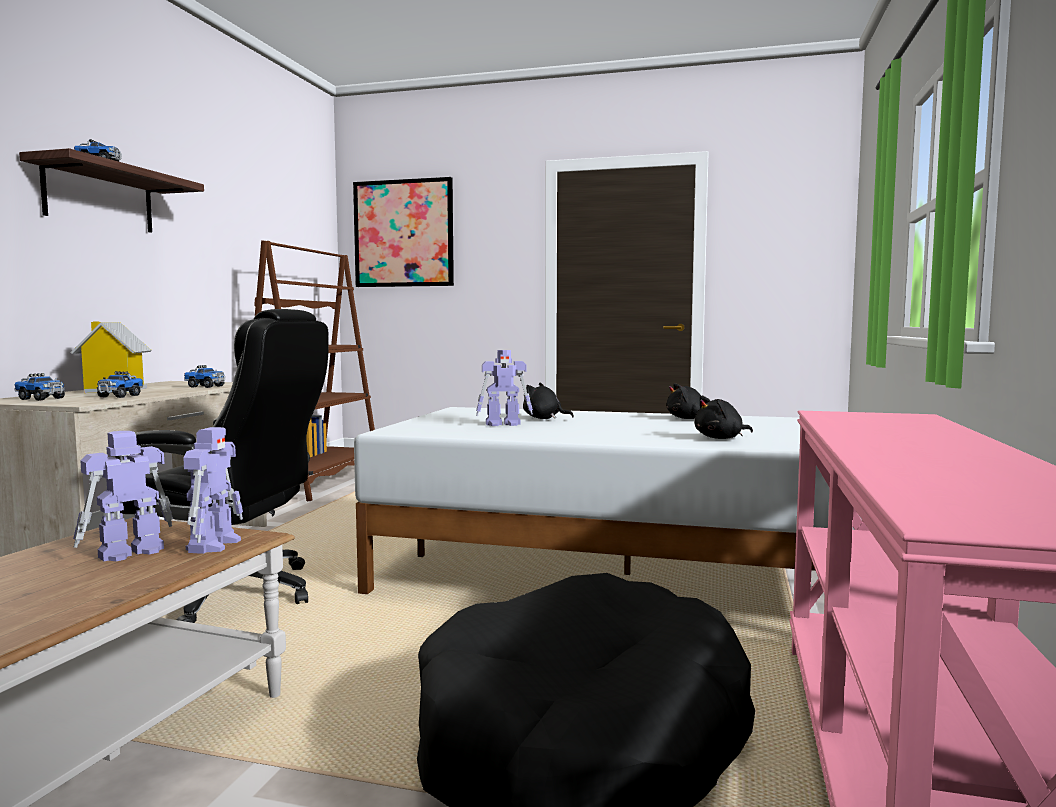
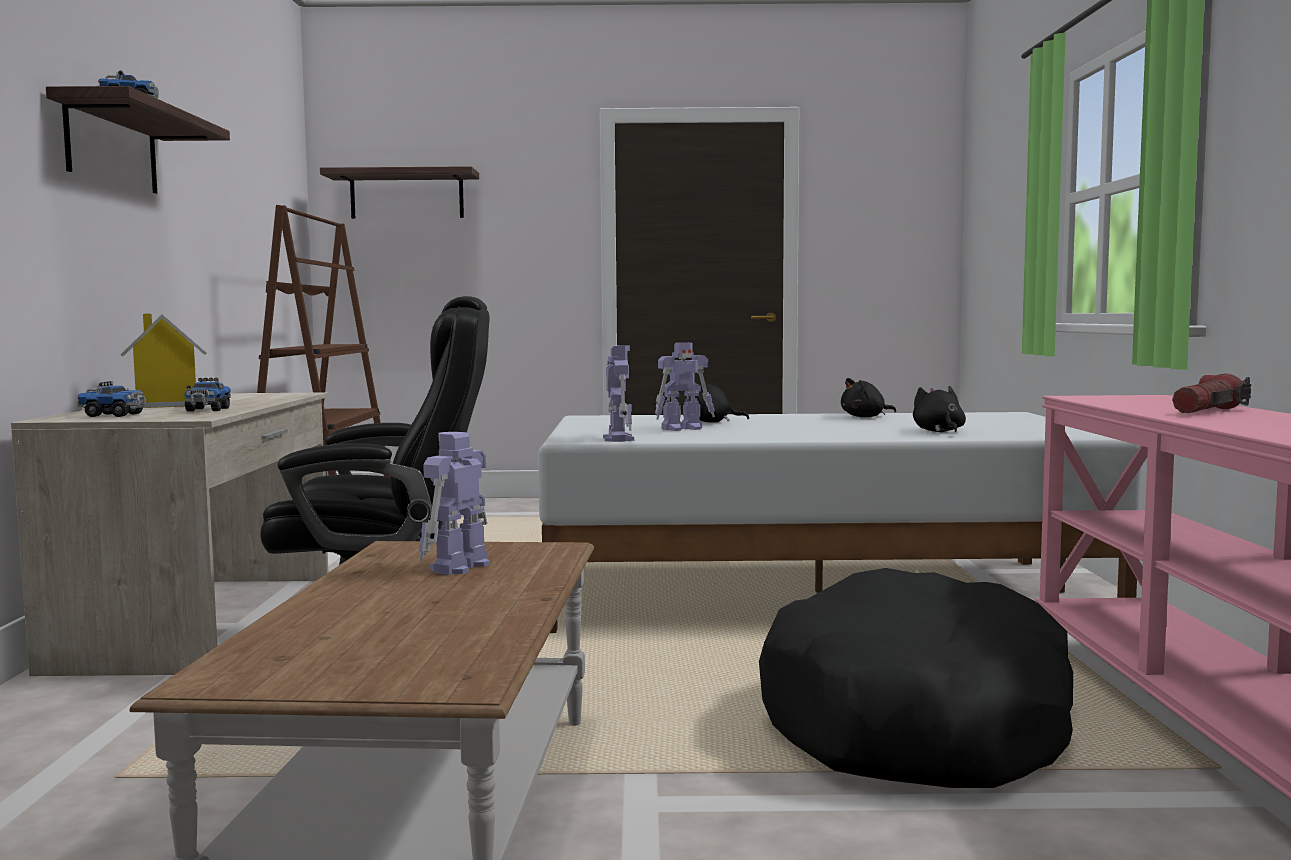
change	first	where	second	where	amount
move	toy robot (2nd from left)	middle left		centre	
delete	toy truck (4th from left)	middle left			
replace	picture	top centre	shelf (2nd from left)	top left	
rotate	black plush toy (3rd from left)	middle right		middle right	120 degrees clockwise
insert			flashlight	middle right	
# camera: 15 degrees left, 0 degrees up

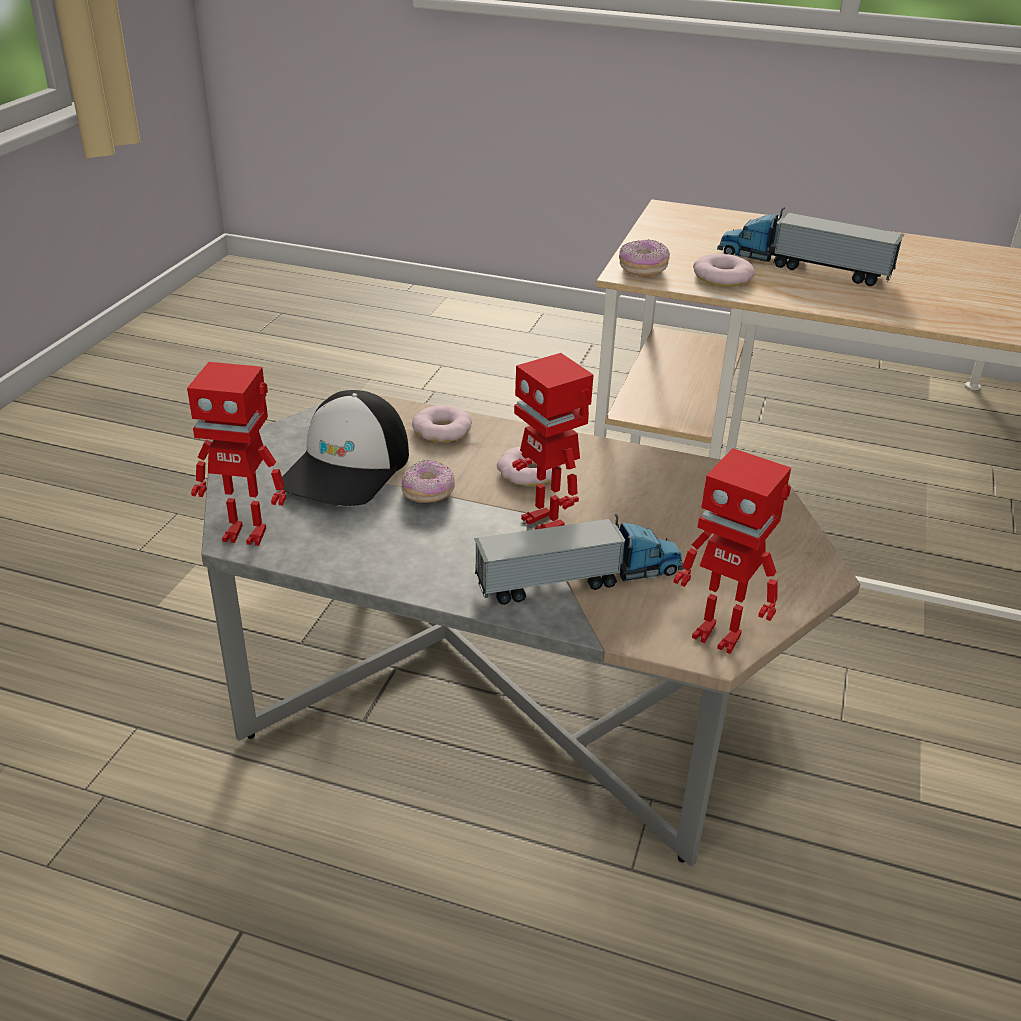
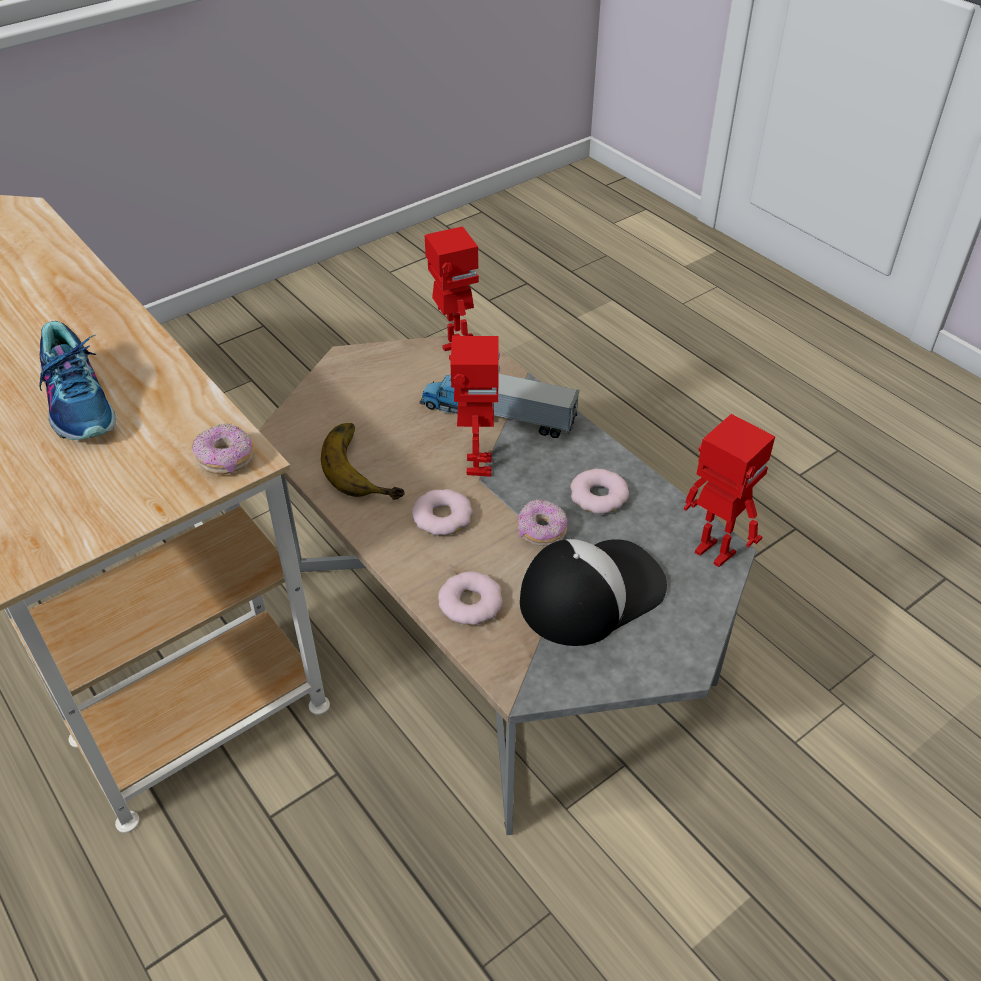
change	first	where	second	where	amount
move	donut (5th from left)	top right		centre	
replace	toy truck (2nd from left)	top right	shoe	middle left	
insert			banana	centre	
# camera: 145 degrees left, 10 degrees up

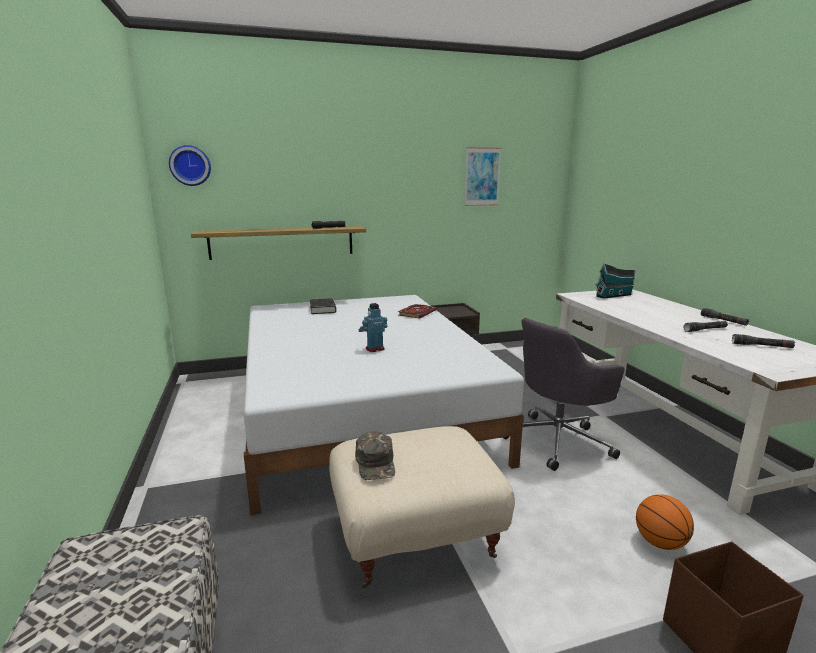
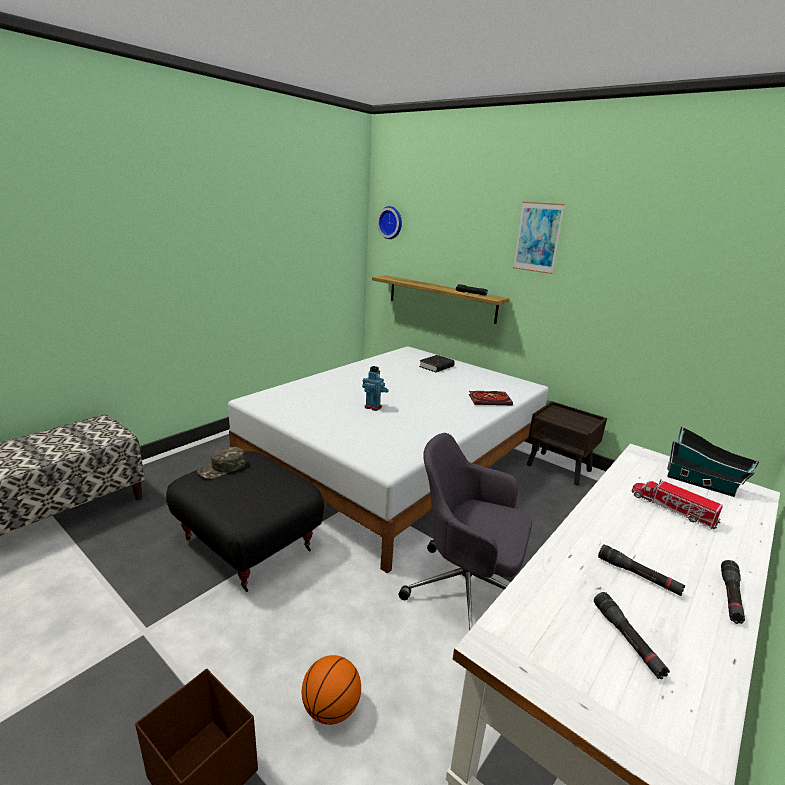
change	first	where	second	where	amount
recolor	beige ottoman	bottom centre	black ottoman	middle left	
move	picture	top centre		top right	
insert			toy truck	middle right	
# camera: 55 degrees right, 5 degrees up

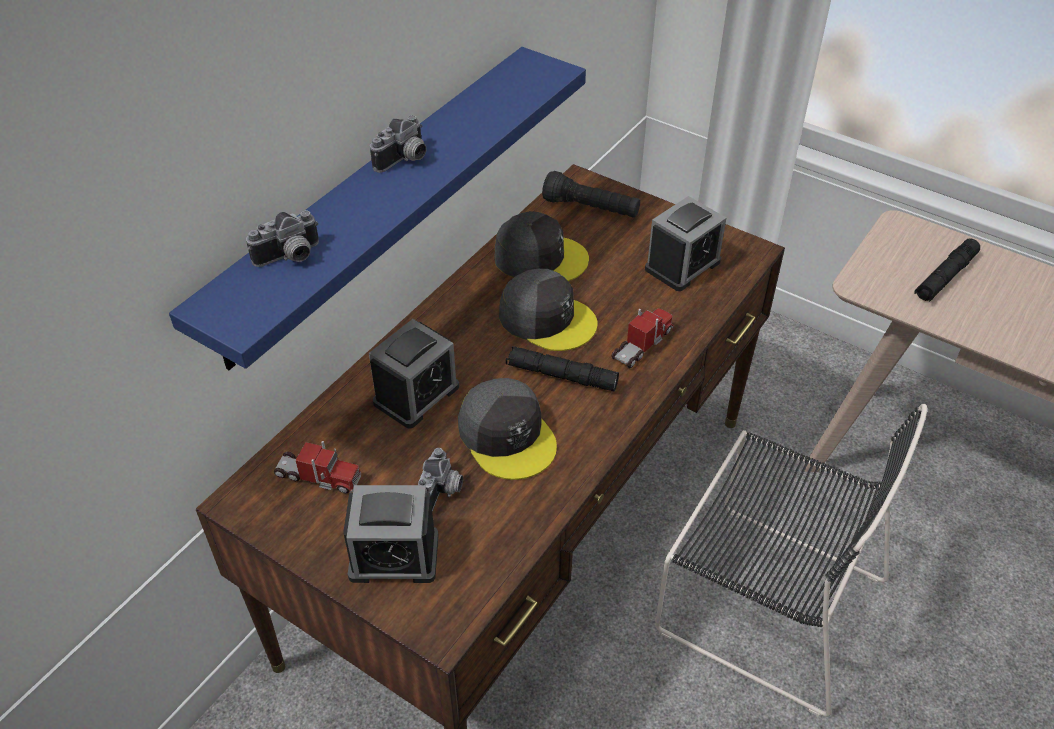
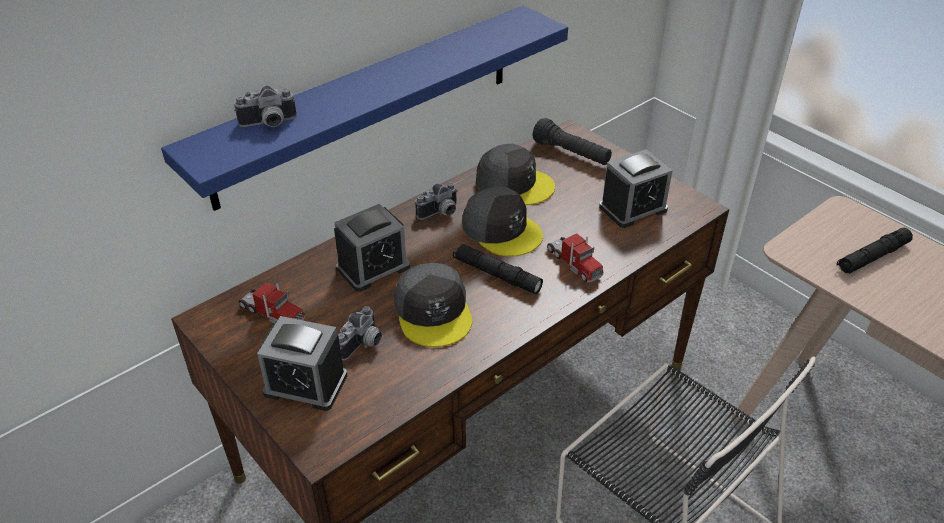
change	first	where	second	where	amount
move	photo camera (2nd from left in the first image)	top centre	photo camera (3rd from left)	centre	
rotate	toy truck (2nd from left)	centre		centre	90 degrees clockwise
# camera: 15 degrees right, 5 degrees down

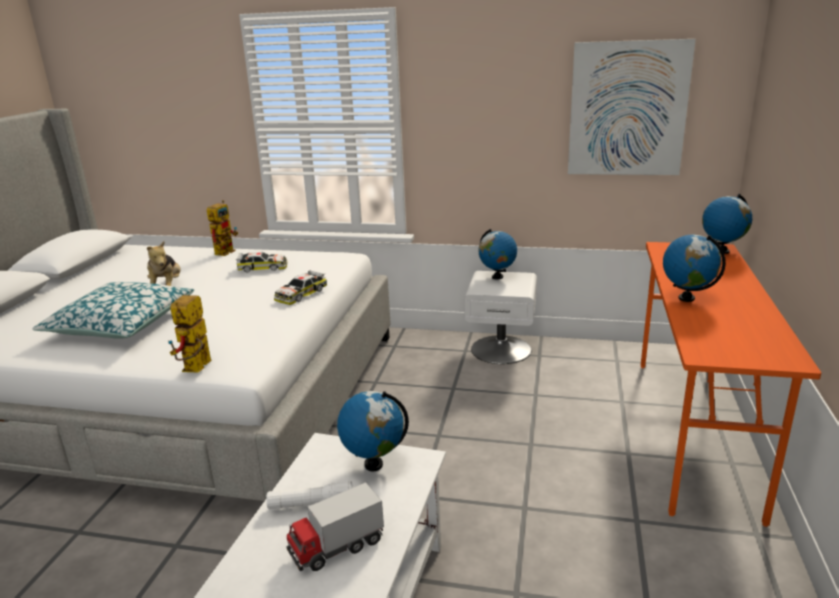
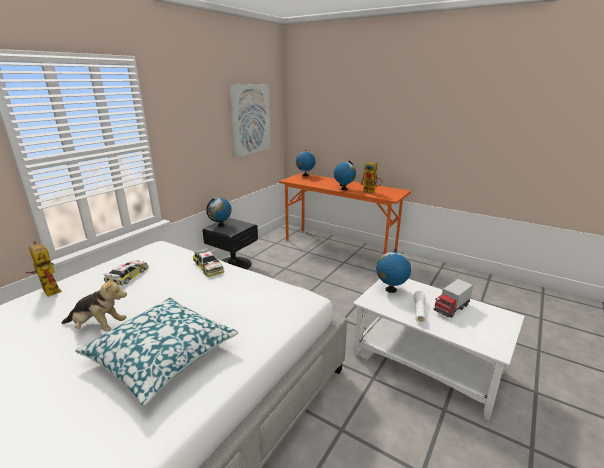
change	first	where	second	where	amount
move	toy robot (1st from left in the first image)	middle left	toy robot (2nd from left)	centre	
rotate	toy truck	bottom centre		middle right	60 degrees clockwise
recolor	white nightstand	centre	black nightstand	centre	
# camera: 70 degrees left, 0 degrees up

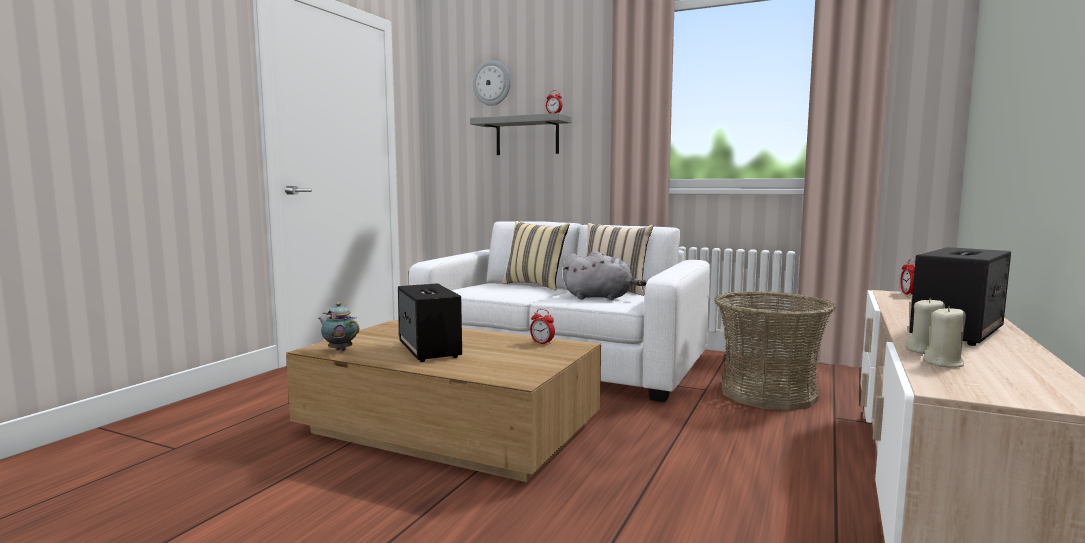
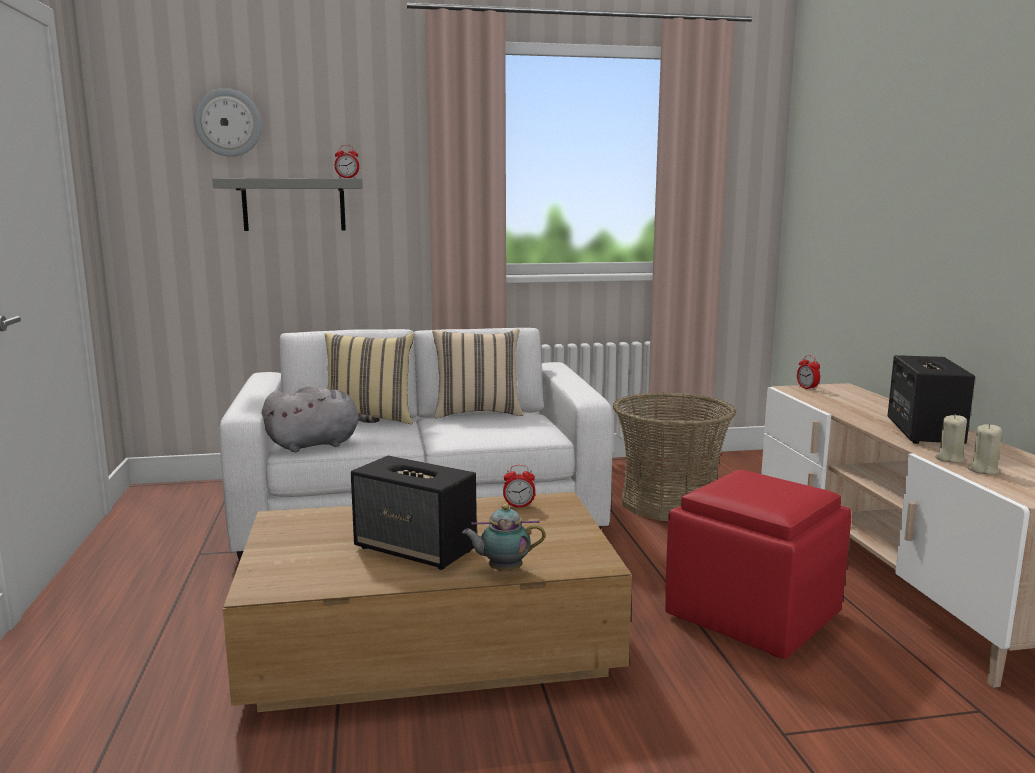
change	first	where	second	where	amount
move	teapot	middle left		bottom centre	
move	grey plush toy	centre		middle left	
insert			red ottoman	bottom right	
# camera: 35 degrees left, 5 degrees up

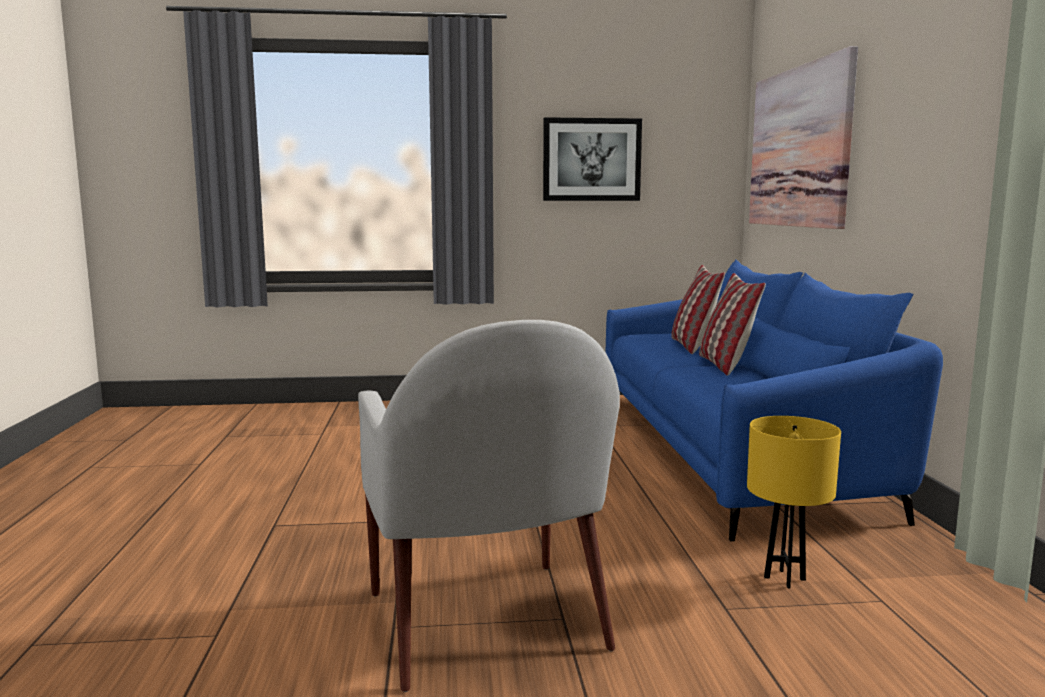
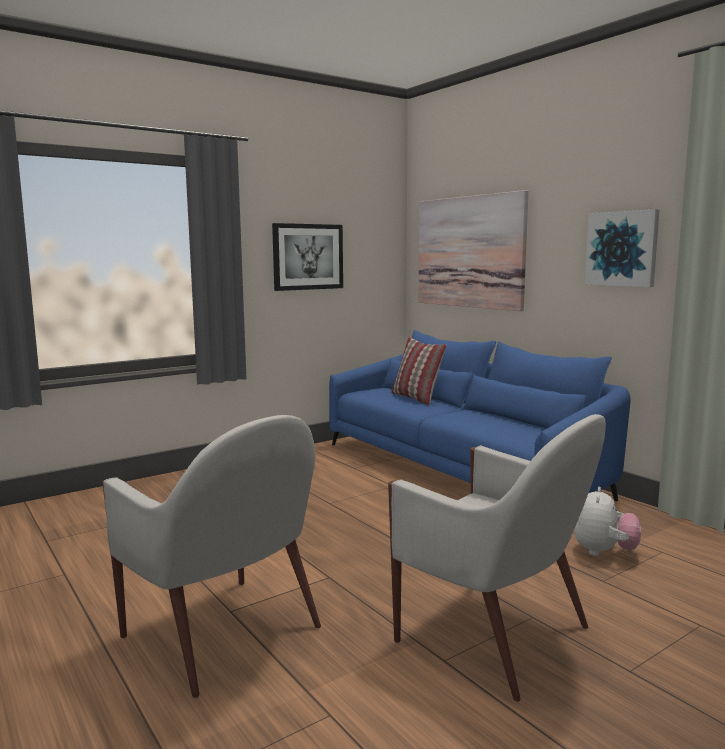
change	first	where	second	where	amount
delete	pillow (2nd from left)	middle right			
replace	yellow table lamp	bottom right	plush toy	bottom right	
insert			white armchair (1st from left)	bottom left	
insert			picture (3rd from left)	top right	
# camera: 30 degrees left, 0 degrees up

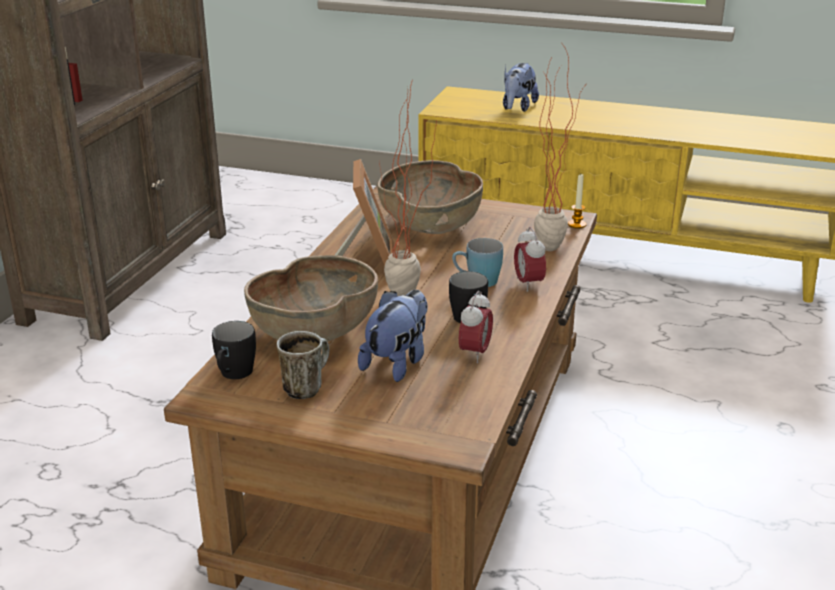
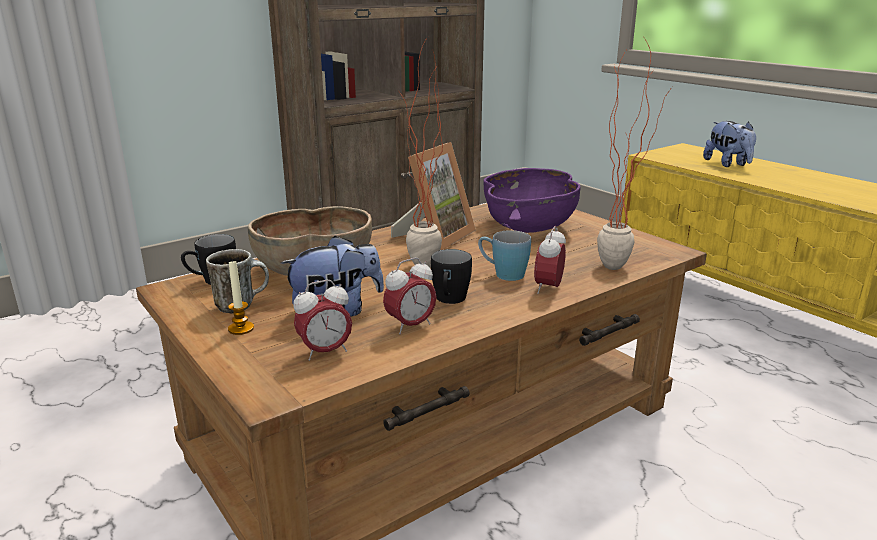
change	first	where	second	where	amount
recolor	brown bowl (2nd from left)	centre	purple bowl	centre	
rotate	plush toy (2nd from left)	top centre		top right	75 degrees counterclockwise
move	candle	middle right		middle left	
insert			alarm clock (1st from left)	centre	
# camera: 35 degrees right, 5 degrees down

